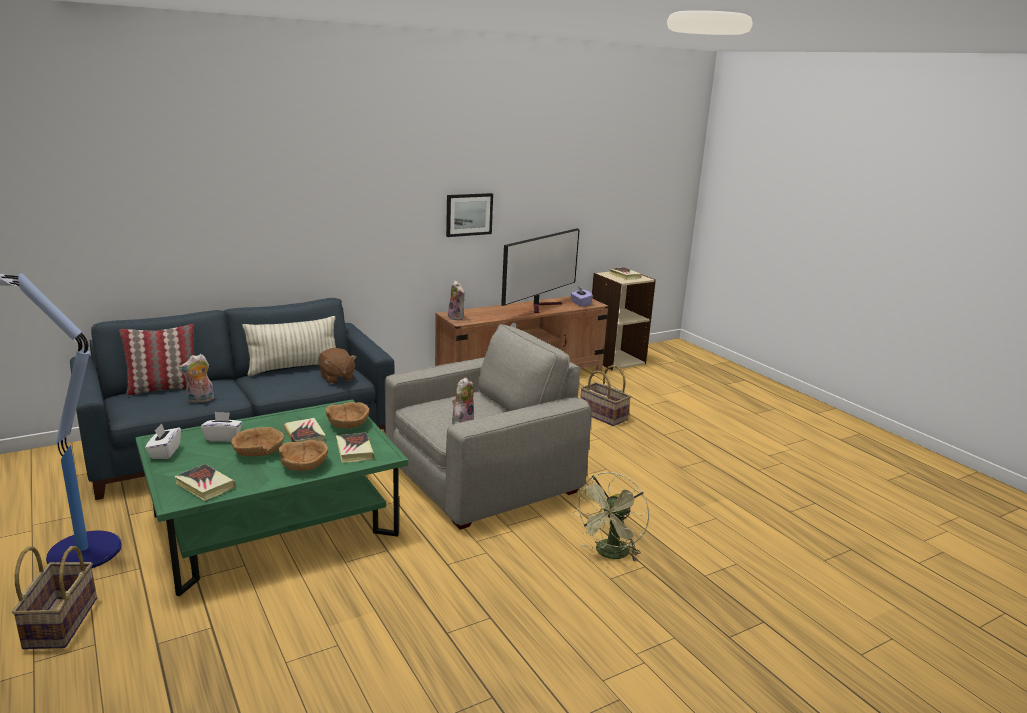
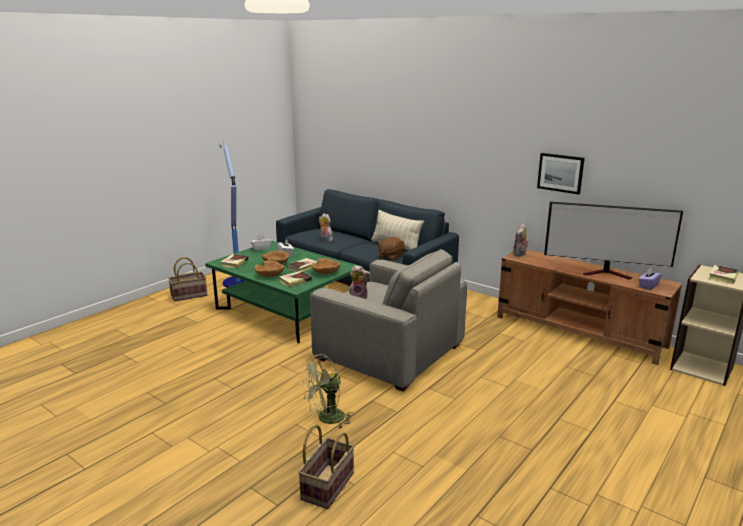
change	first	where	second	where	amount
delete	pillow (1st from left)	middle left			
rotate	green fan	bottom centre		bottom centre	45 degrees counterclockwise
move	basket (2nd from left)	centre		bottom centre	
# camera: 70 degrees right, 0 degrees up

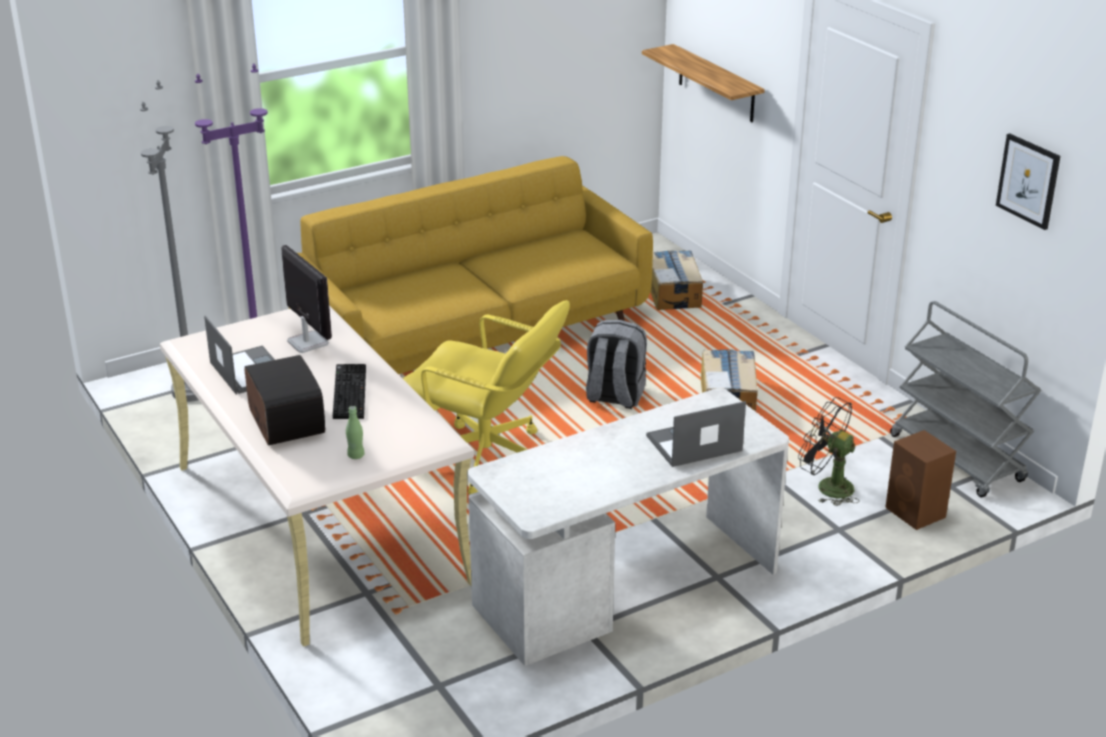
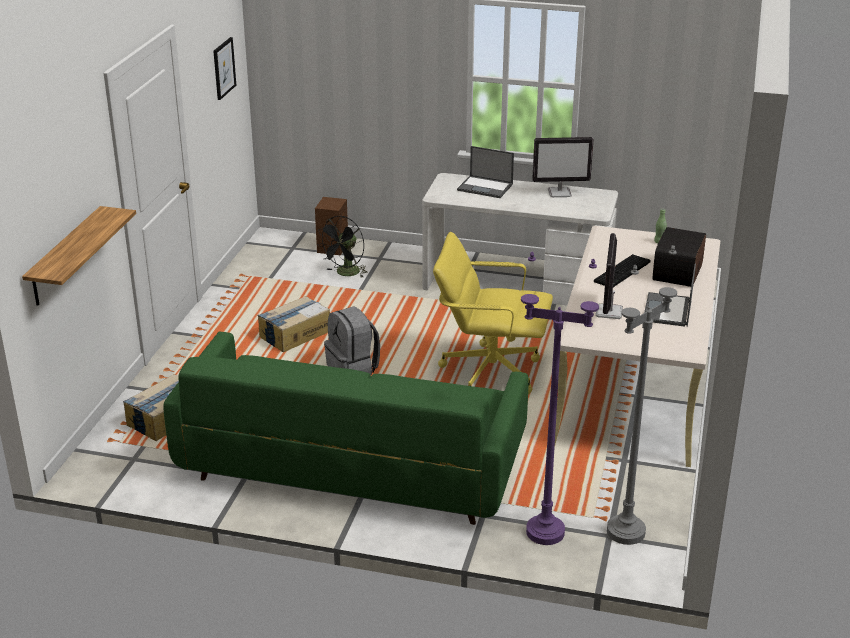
change	first	where	second	where	amount
recolor	yellow sofa	centre	green sofa	bottom centre	
rotate	yellow office chair	centre		centre	60 degrees counterclockwise
rotate	black fan	middle right		centre	45 degrees clockwise
delete	grey cart	middle right			
insert			monitor (1st from left)	top centre	
# camera: 135 degrees left, 0 degrees up

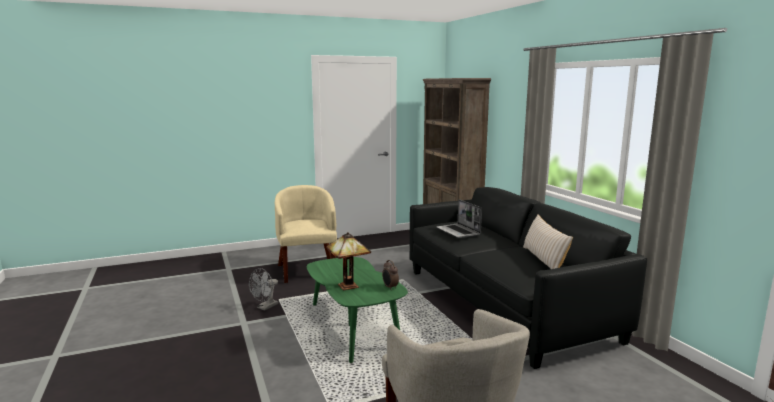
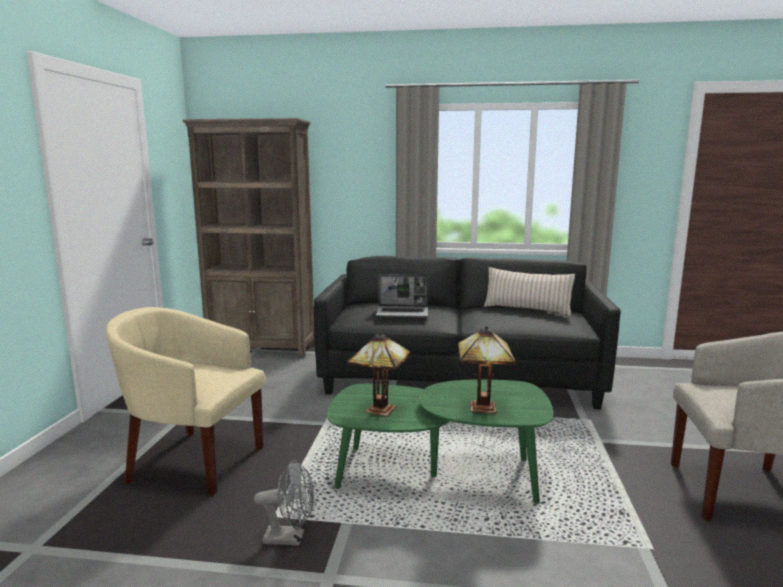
change	first	where	second	where	amount
rotate	grey fan	bottom centre		bottom centre	60 degrees counterclockwise
delete	alarm clock	bottom centre			
insert			table lamp (1st from left)	centre	
# camera: 60 degrees left, 0 degrees up

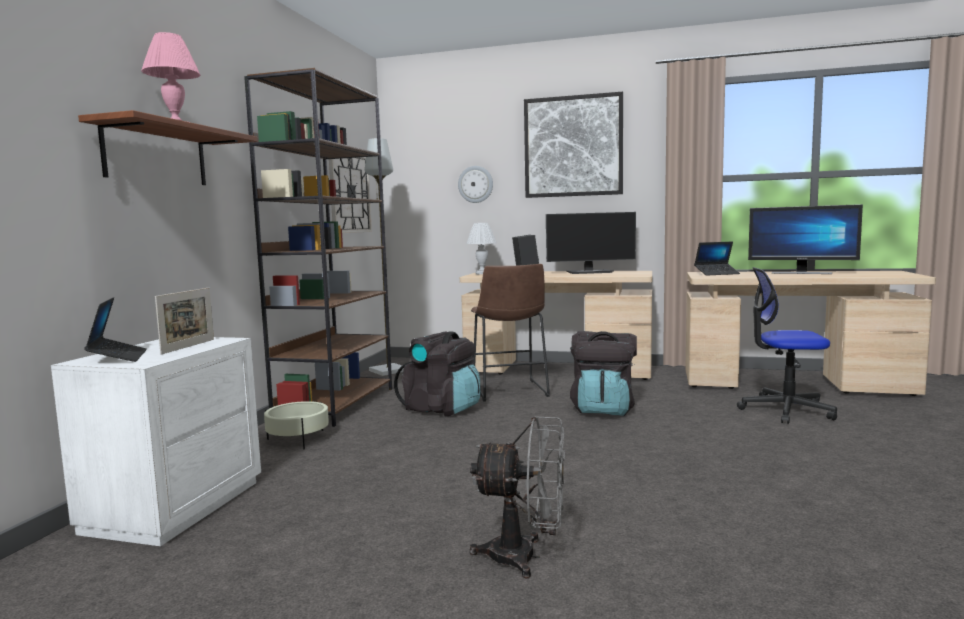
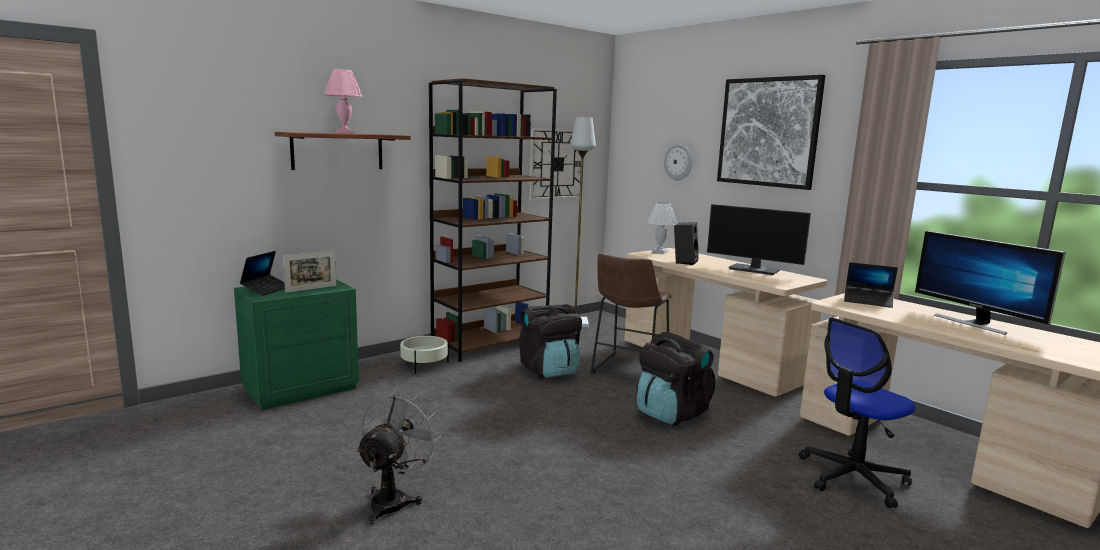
change	first	where	second	where	amount
recolor	white nightstand	bottom left	green nightstand	middle left	
rotate	grey fan	bottom centre		bottom centre	120 degrees counterclockwise
rotate	office chair	middle right		bottom right	75 degrees counterclockwise
# camera: 35 degrees right, 5 degrees up

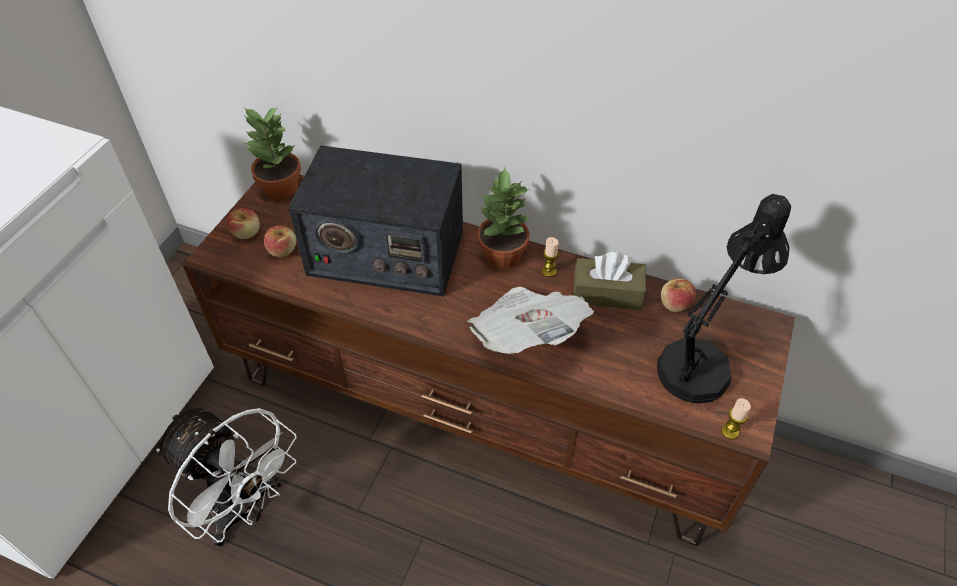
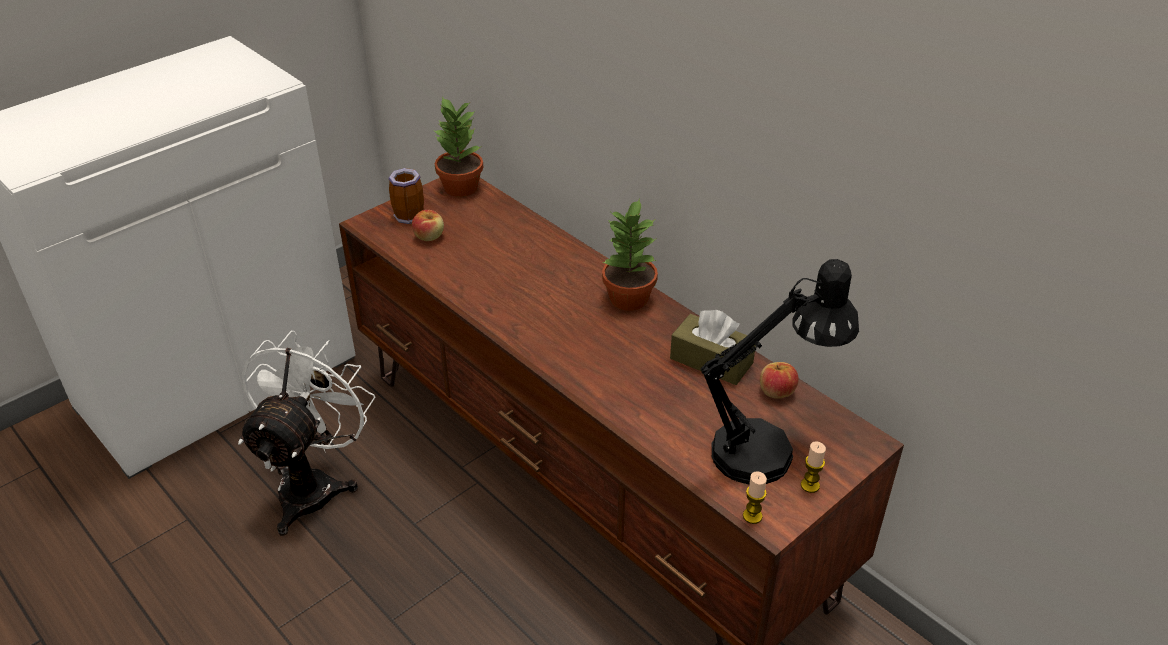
change	first	where	second	where	amount
rotate	white fan	bottom left		bottom left	135 degrees counterclockwise
replace	apple (1st from left)	middle left	mug	top centre	
delete	radio	centre			
delete	newspaper	centre			
move	candle (1st from left in the first image)	centre	candle (2nd from left)	bottom right	
# camera: 25 degrees right, 10 degrees down

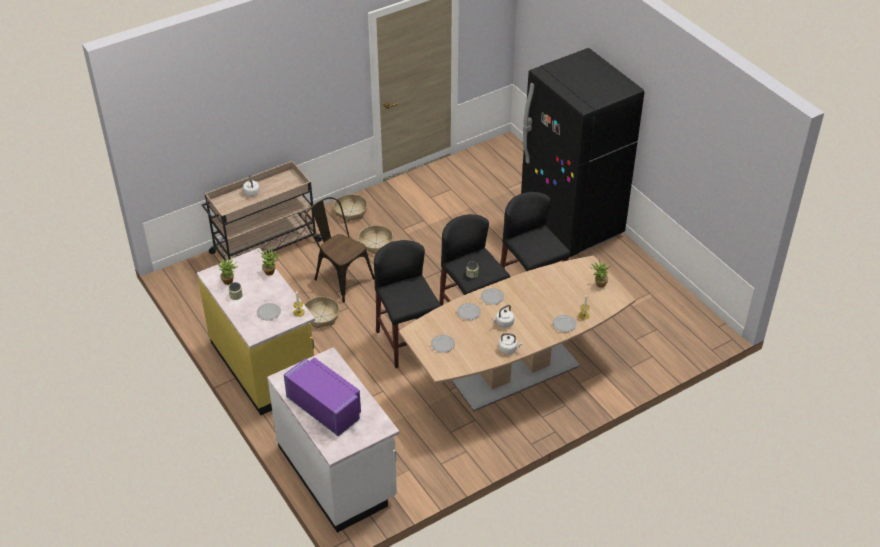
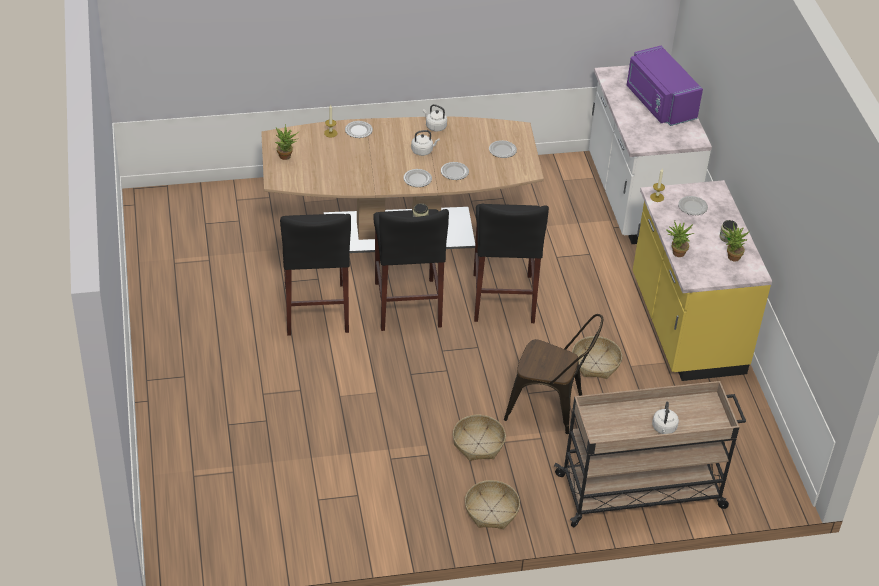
change	first	where	second	where	amount
rotate	brown chair	centre		centre	45 degrees counterclockwise
delete	black fridge	top centre			
# camera: 160 degrees left, 0 degrees up

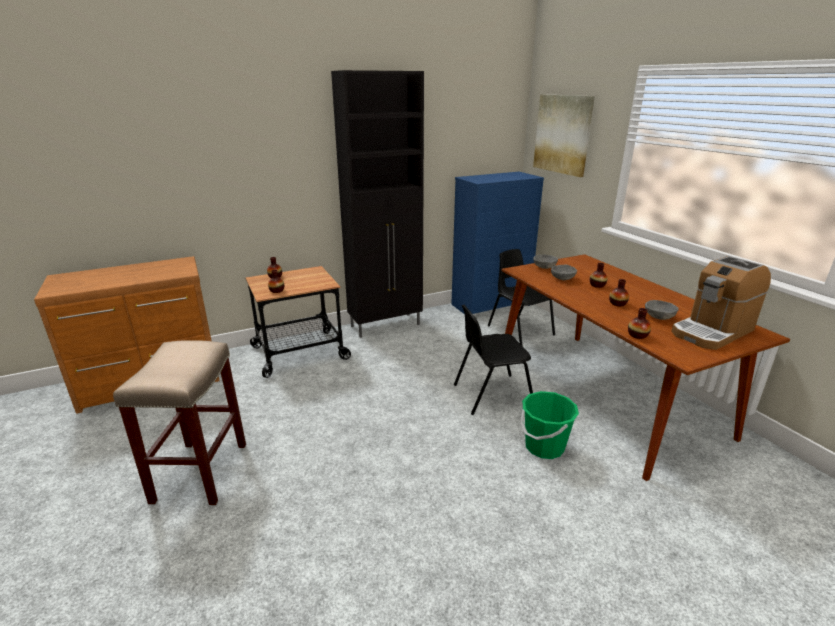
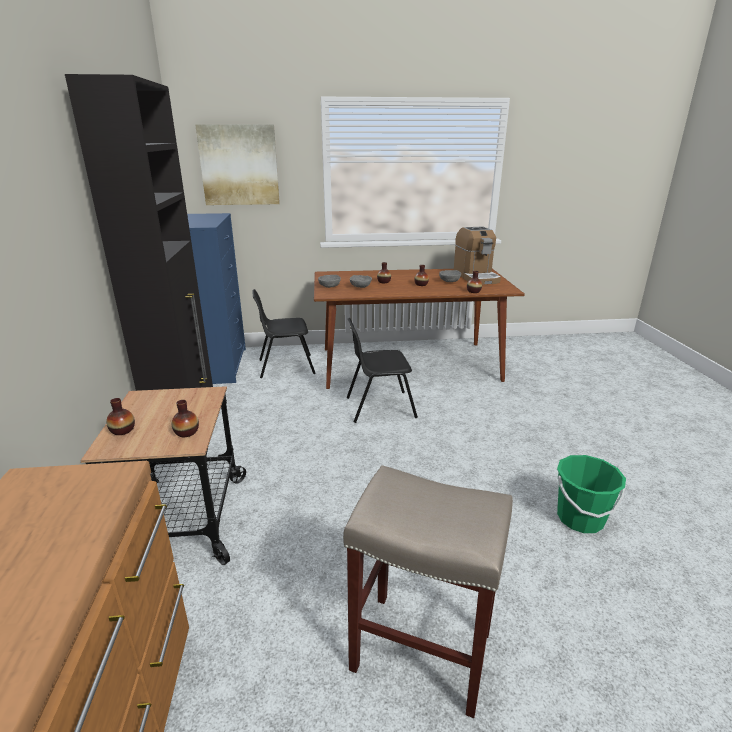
change	first	where	second	where	amount
rotate	black chair (1st from left in the first image)	centre	black chair (2nd from left)	centre	75 degrees clockwise
move	green bucket	bottom centre		bottom right	
# camera: 70 degrees left, 0 degrees up

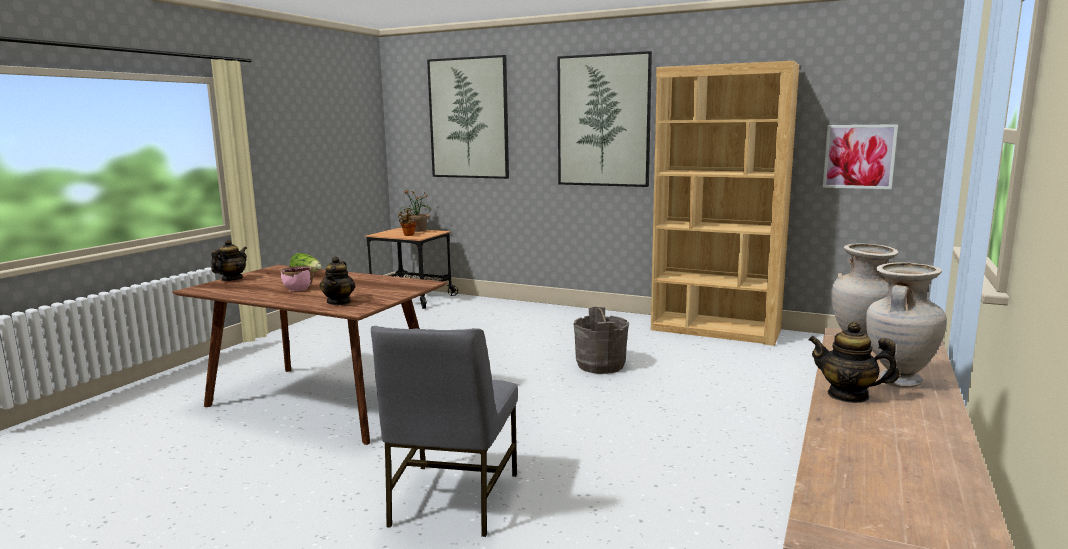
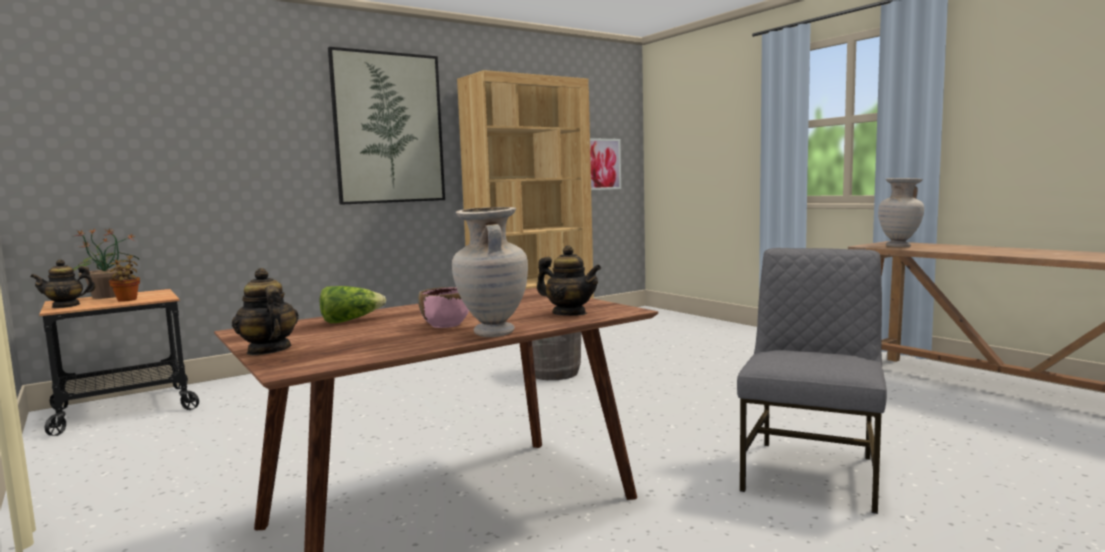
change	first	where	second	where	amount
rotate	grey chair	bottom centre		bottom right	105 degrees counterclockwise
delete	picture (1st from left)	top centre			
move	teapot (3rd from left in the first image)	middle right	teapot (1st from left)	middle left	
move	beige vase (2nd from left in the first image)	middle right	beige vase (1st from left)	centre	
# camera: 60 degrees left, 5 degrees down

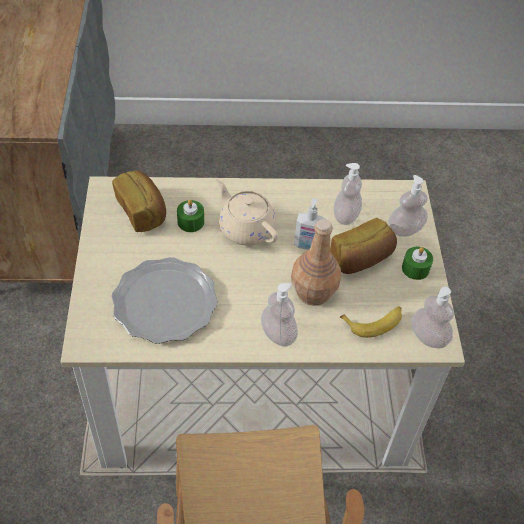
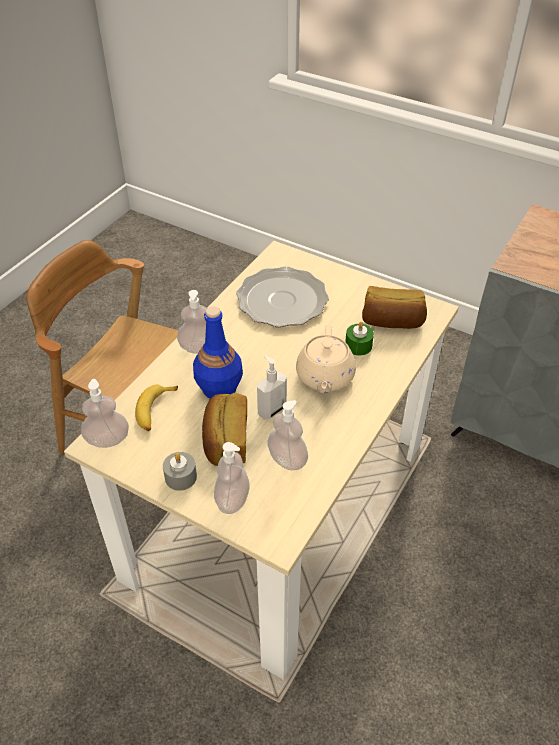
change	first	where	second	where	amount
rotate	beige teapot	centre		centre	105 degrees clockwise
recolor	brown bottle	centre	blue bottle	centre	
recolor	green candle (2nd from left)	middle right	grey candle	middle left	
# camera: 125 degrees right, 5 degrees down

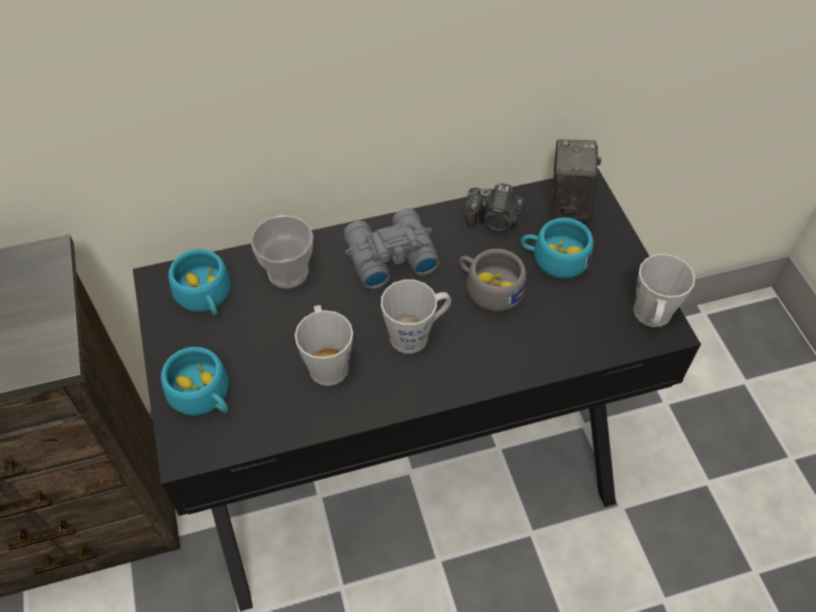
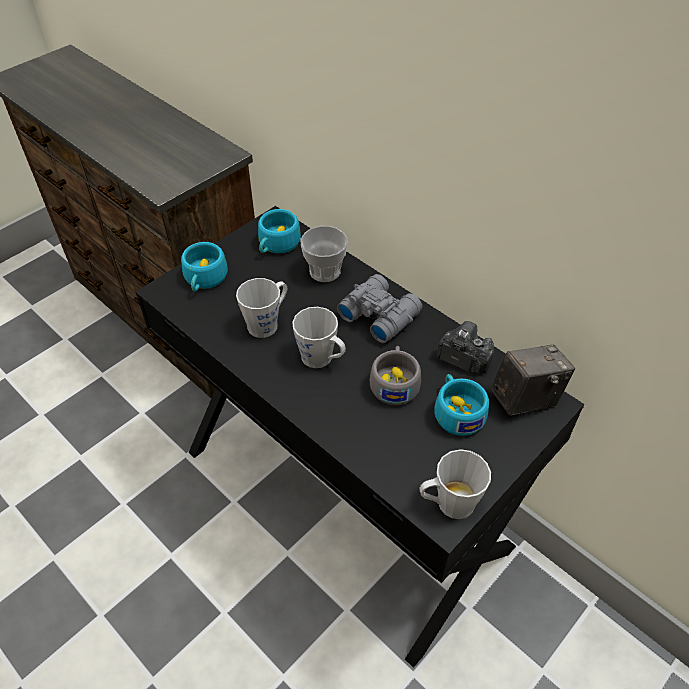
change	first	where	second	where	amount
rotate	photo camera (1st from left)	centre		middle right	135 degrees clockwise
# camera: 60 degrees right, 5 degrees down

